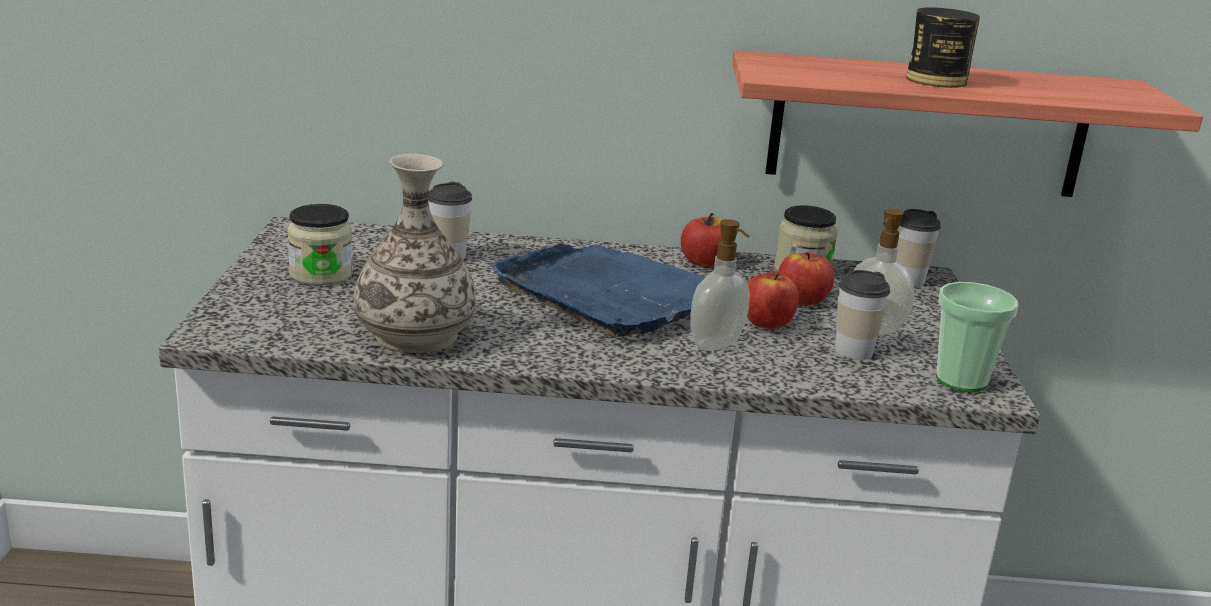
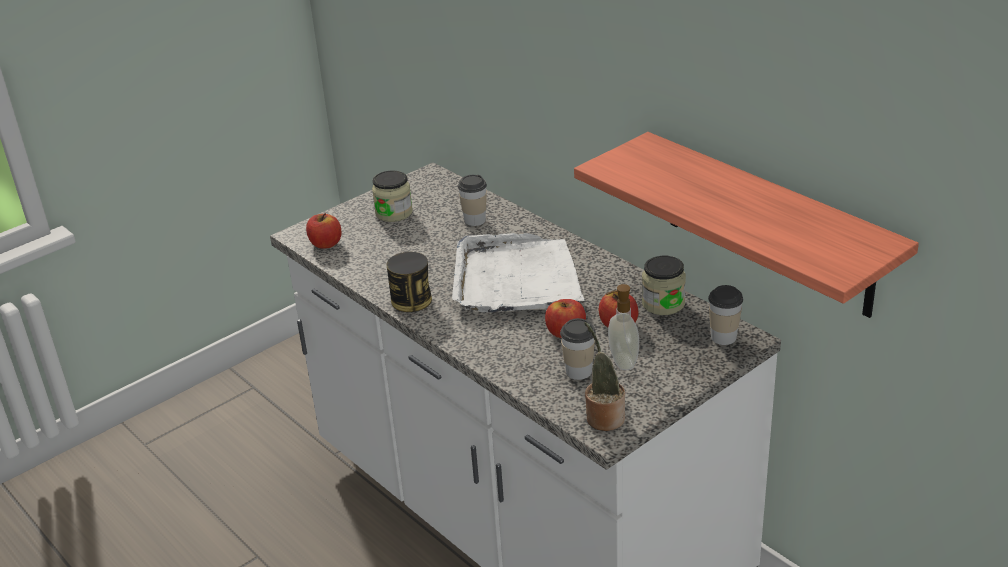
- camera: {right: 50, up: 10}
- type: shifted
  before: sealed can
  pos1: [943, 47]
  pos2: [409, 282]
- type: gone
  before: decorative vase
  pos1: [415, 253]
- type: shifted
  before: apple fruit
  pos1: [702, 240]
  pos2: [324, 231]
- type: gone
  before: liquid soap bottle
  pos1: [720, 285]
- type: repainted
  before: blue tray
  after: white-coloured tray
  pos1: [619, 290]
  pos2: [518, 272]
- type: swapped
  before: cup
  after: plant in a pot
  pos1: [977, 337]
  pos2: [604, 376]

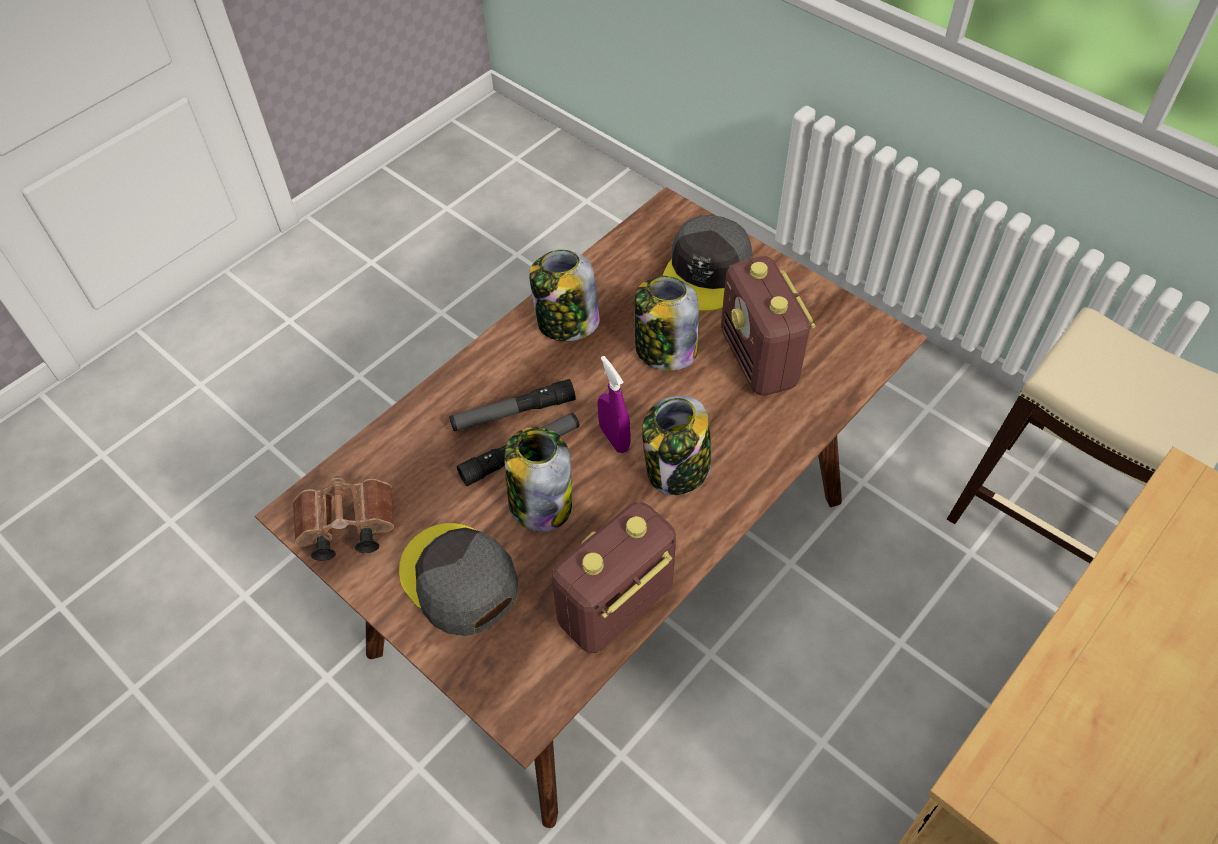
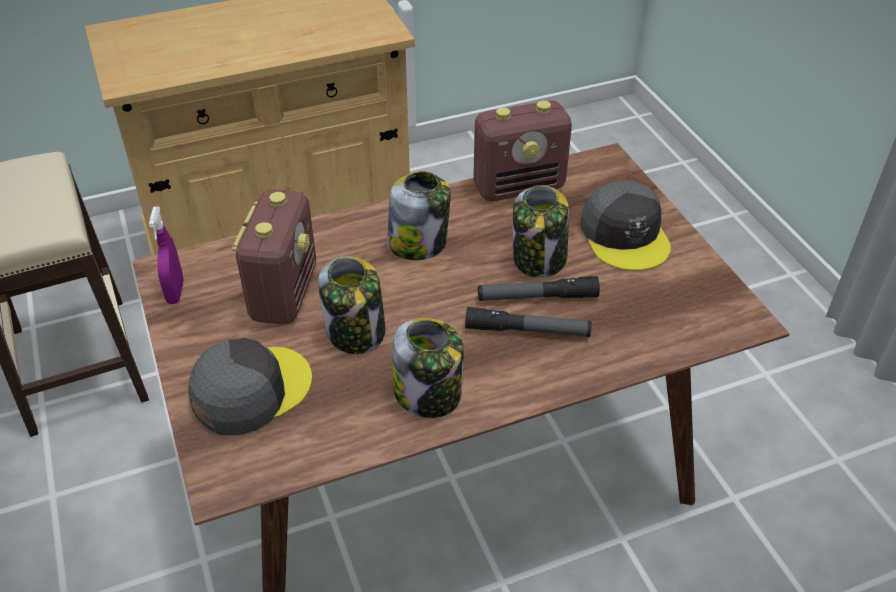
- camera: {right: -155, up: -10}
- type: shifted
  before: purple spray bottle
  pos1: [614, 404]
  pos2: [166, 255]
- type: gone
  before: brown pair of binoculars
  pos1: [343, 518]

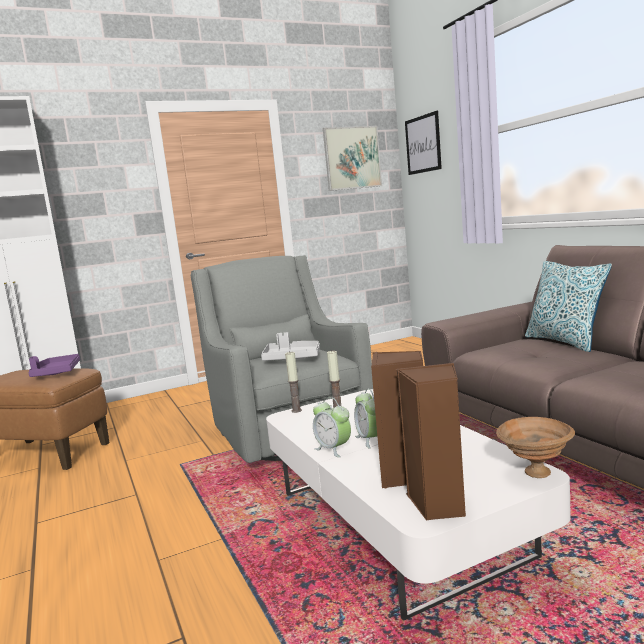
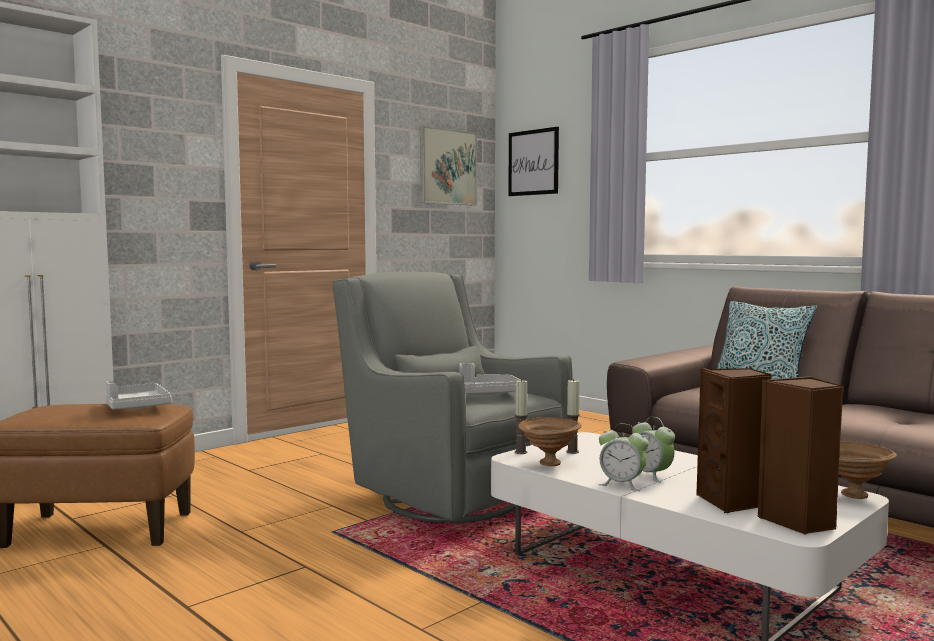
- camera: {right: -20, up: -5}
- type: repainted
  before: purple tray
  after: gray tray
  pos1: [54, 365]
  pos2: [139, 395]
- type: new
  after: brown deep dish
  pos2: [550, 441]

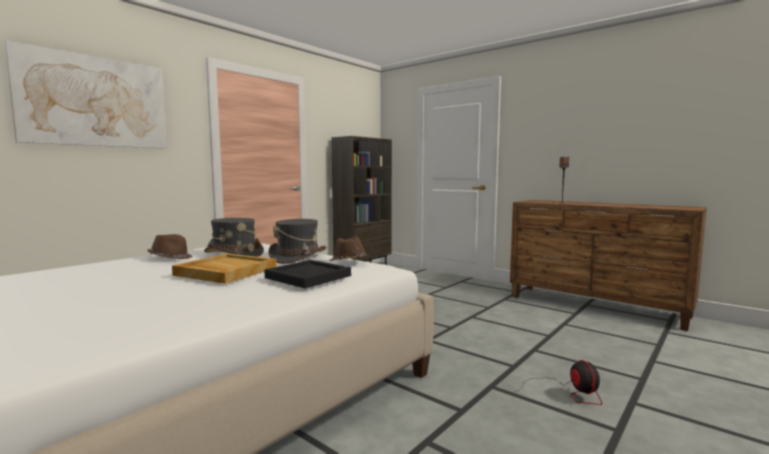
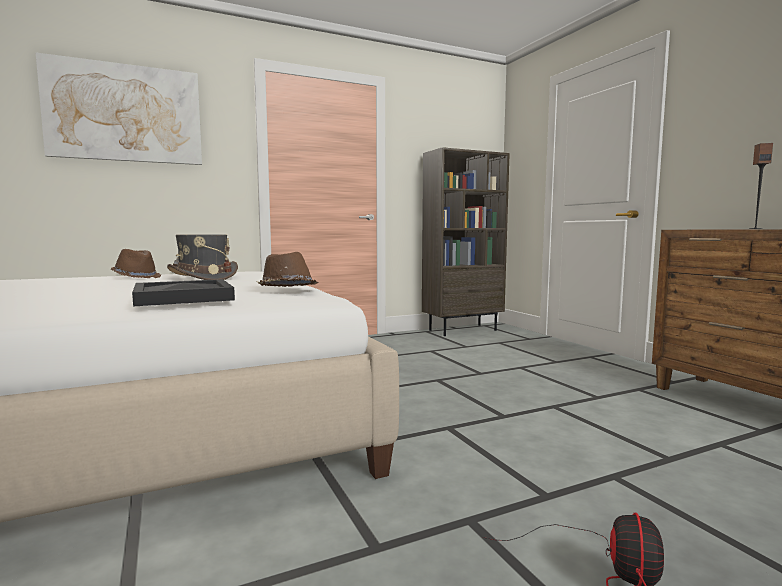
- camera: {right: 25, up: 0}
- type: gone
  before: gray hat
  pos1: [297, 241]
- type: gone
  before: sand-coloured tray
  pos1: [224, 268]

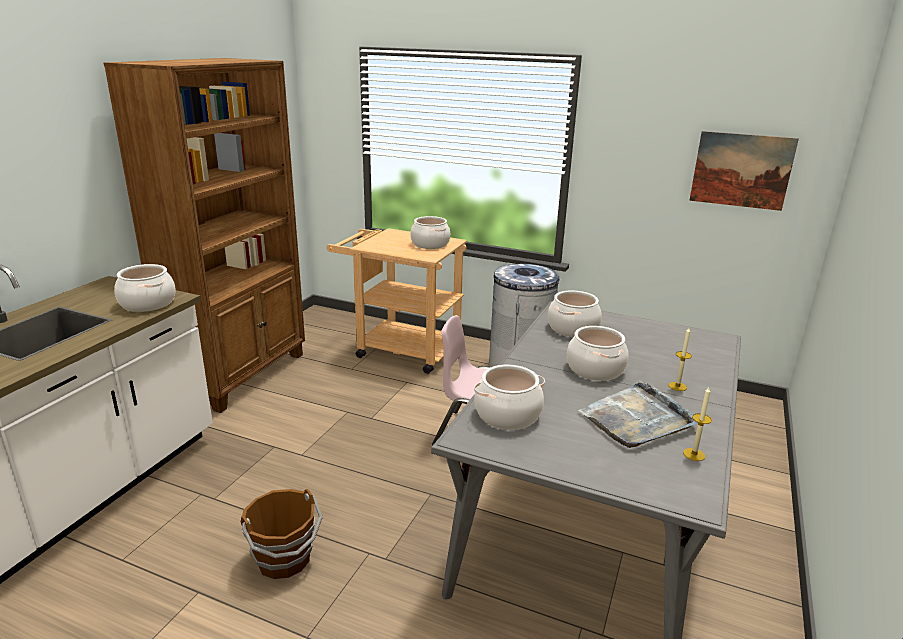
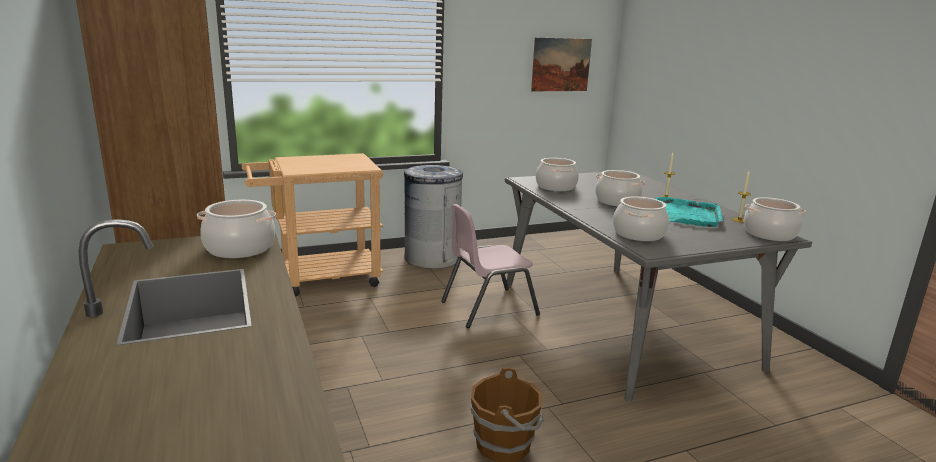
- camera: {right: -45, up: -5}
- type: shifted
  before: saucepot
  pos1: [430, 232]
  pos2: [775, 219]
- type: repainted
  before: gray tray
  after: turquoise-coloured tray
  pos1: [638, 414]
  pos2: [689, 212]

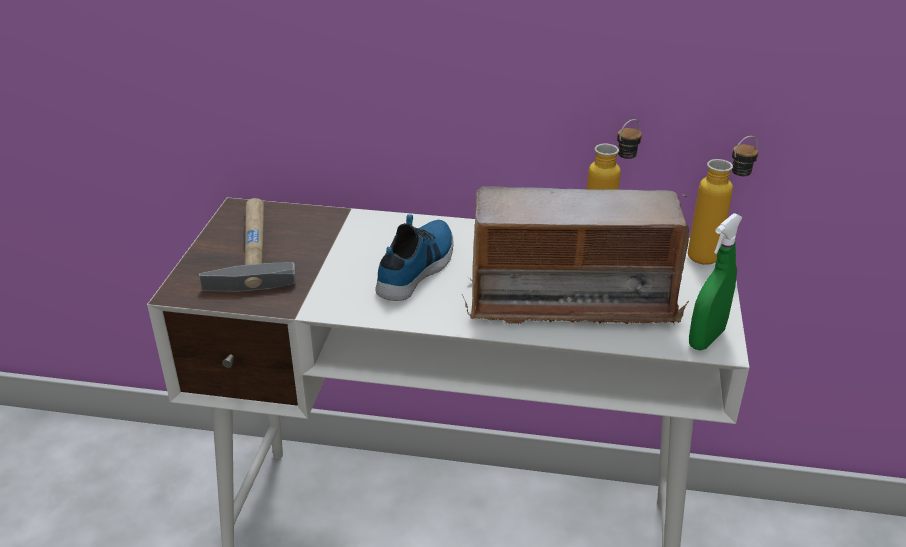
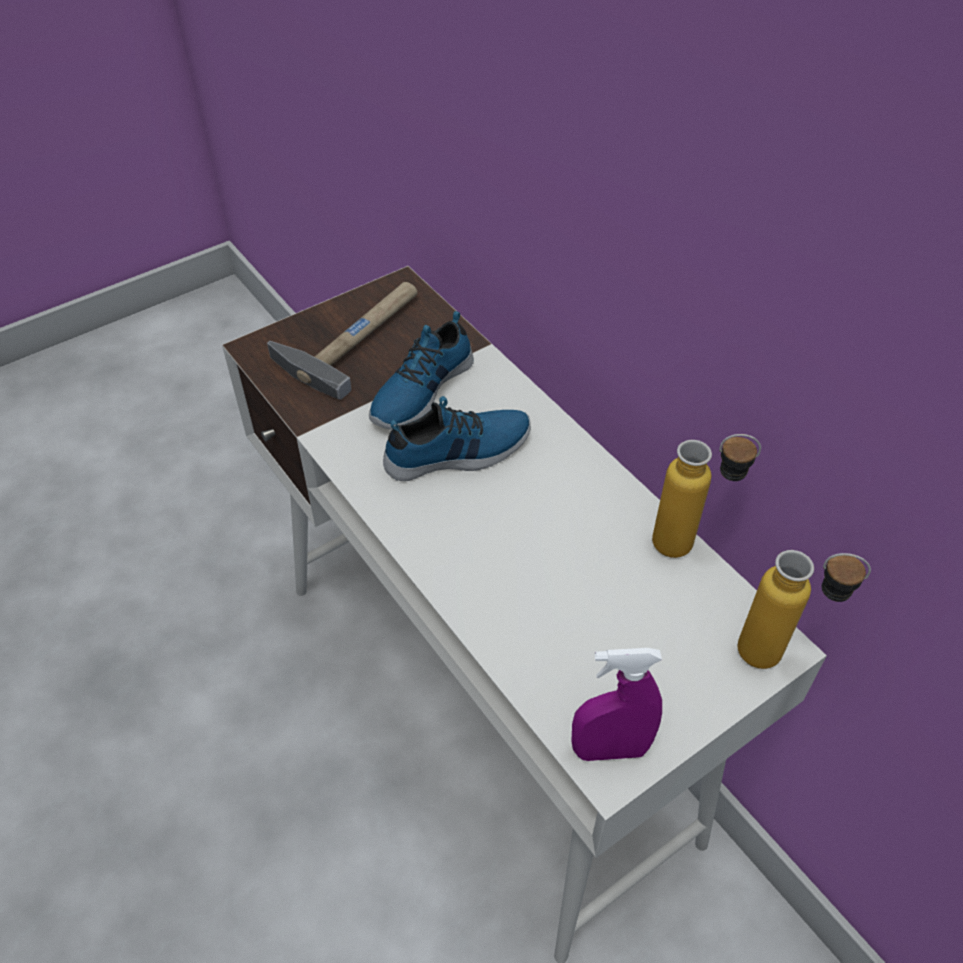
- camera: {right: 45, up: 15}
- type: gone
  before: radio
  pos1: [575, 255]
- type: repainted
  before: green spray bottle
  after: purple spray bottle
  pos1: [716, 281]
  pos2: [617, 704]
- type: new
  after: item of footwear
  pos2: [421, 370]

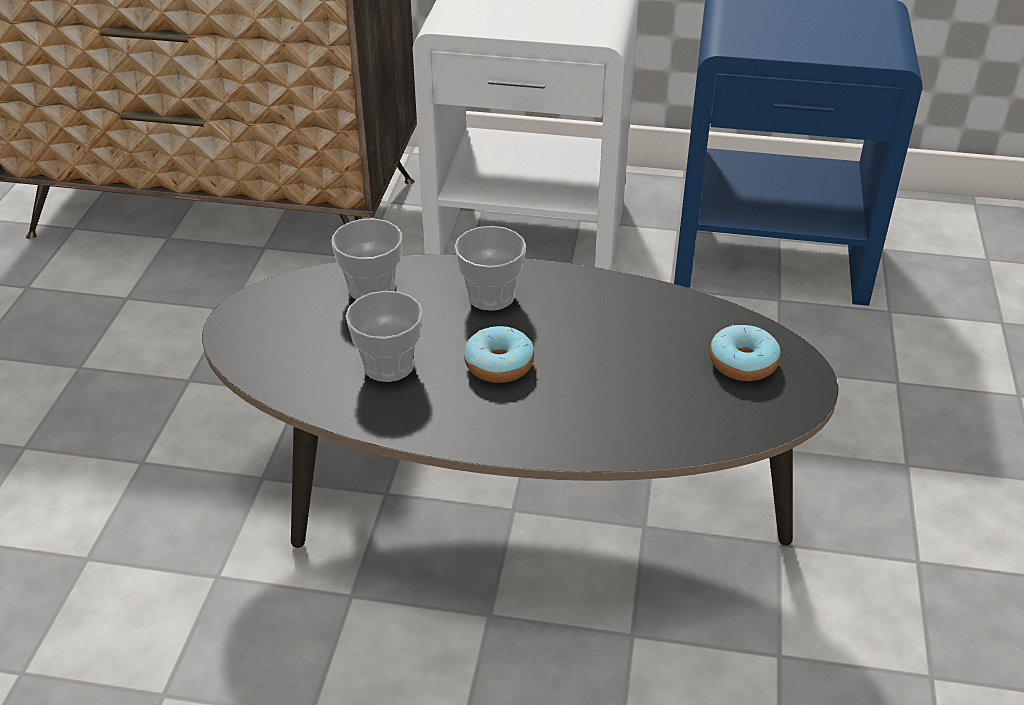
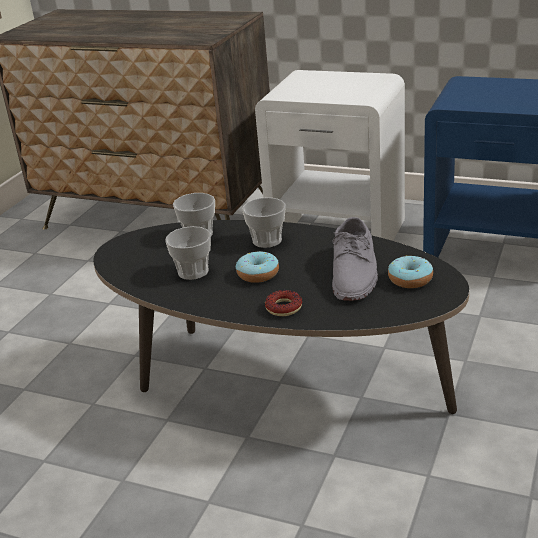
- camera: {right: 15, up: -10}
- type: new
  after: gray item of footwear
  pos2: [355, 259]
- type: new
  after: doughnut
  pos2: [283, 303]

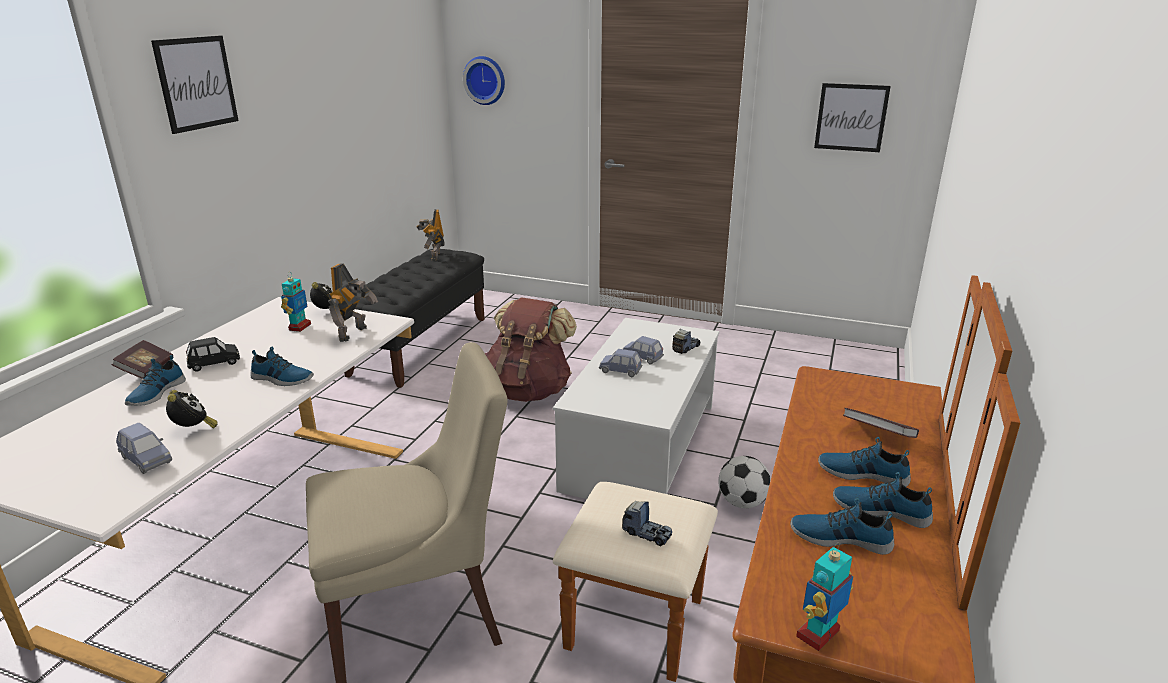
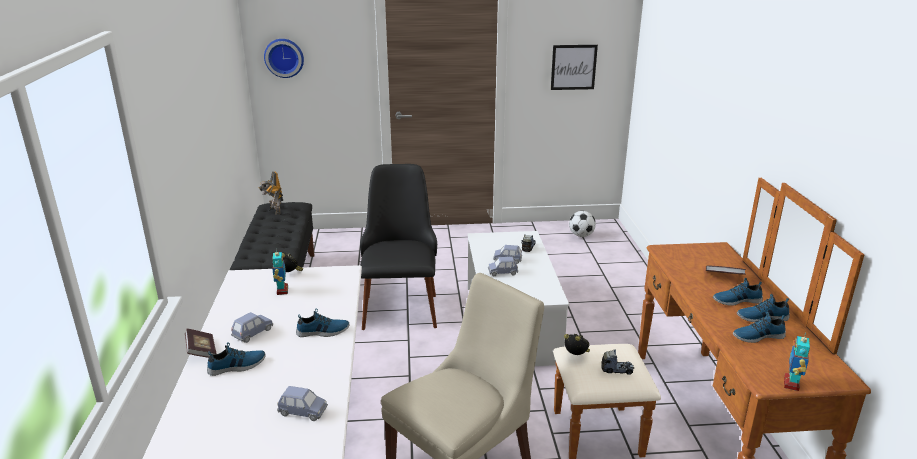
- camera: {right: -25, up: 0}
- type: gone
  before: picture
  pos1: [195, 84]
- type: gone
  before: robot figure
  pos1: [353, 302]
- type: swapped
  before: brown backpack
  after: blackish chair
  pos1: [531, 349]
  pos2: [398, 247]
- type: repainted
  before: blackish miniature car
  after: blue miniature car
  pos1: [213, 354]
  pos2: [252, 327]
- type: rotated
  before: item of footwear
  pos1: [155, 380]
  pos2: [236, 359]
  turn: -105
- type: shifted
  before: bedside clock
  pos1: [191, 409]
  pos2: [577, 344]
- type: shifted
  before: ball for football
  pos1: [745, 482]
  pos2: [582, 224]

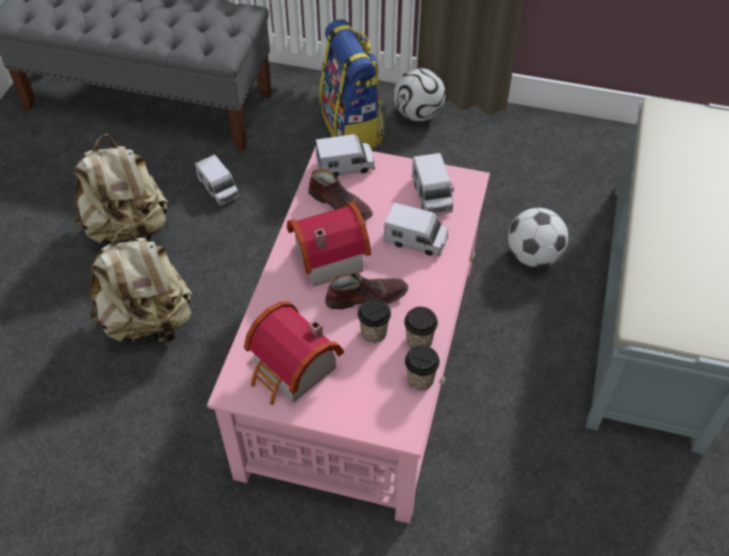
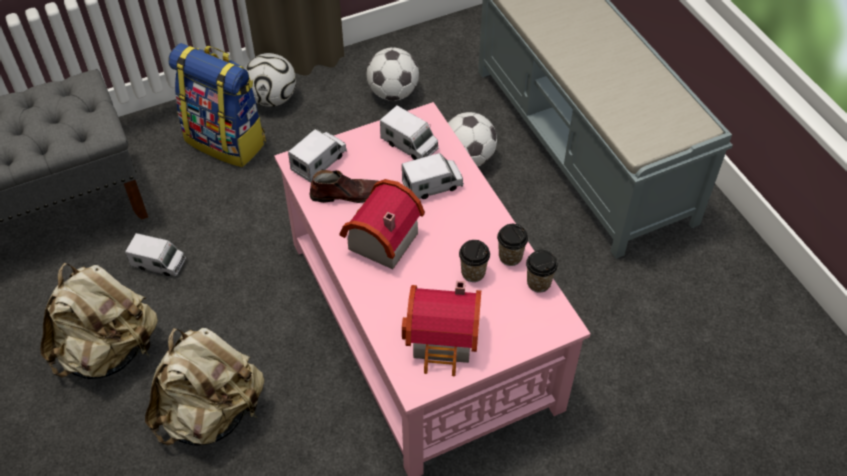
- camera: {right: -40, up: 0}
- type: gone
  before: brown item of footwear
  pos1: [366, 291]
- type: new
  after: ball for football
  pos2: [393, 74]

